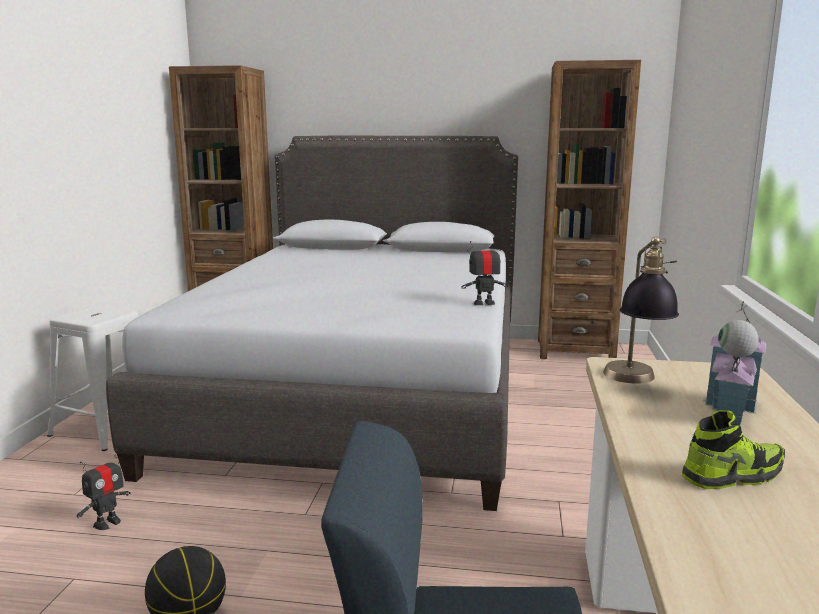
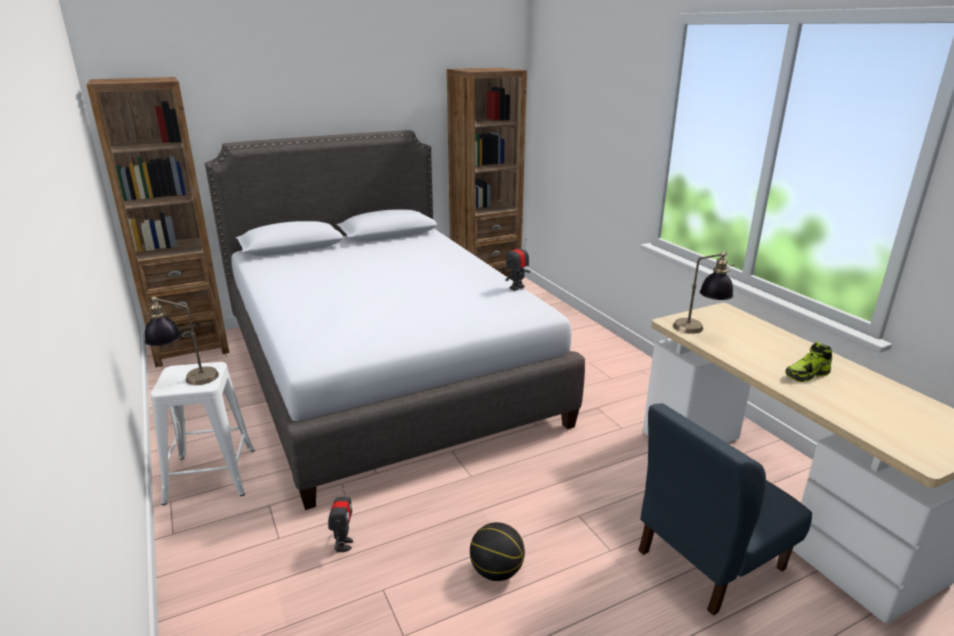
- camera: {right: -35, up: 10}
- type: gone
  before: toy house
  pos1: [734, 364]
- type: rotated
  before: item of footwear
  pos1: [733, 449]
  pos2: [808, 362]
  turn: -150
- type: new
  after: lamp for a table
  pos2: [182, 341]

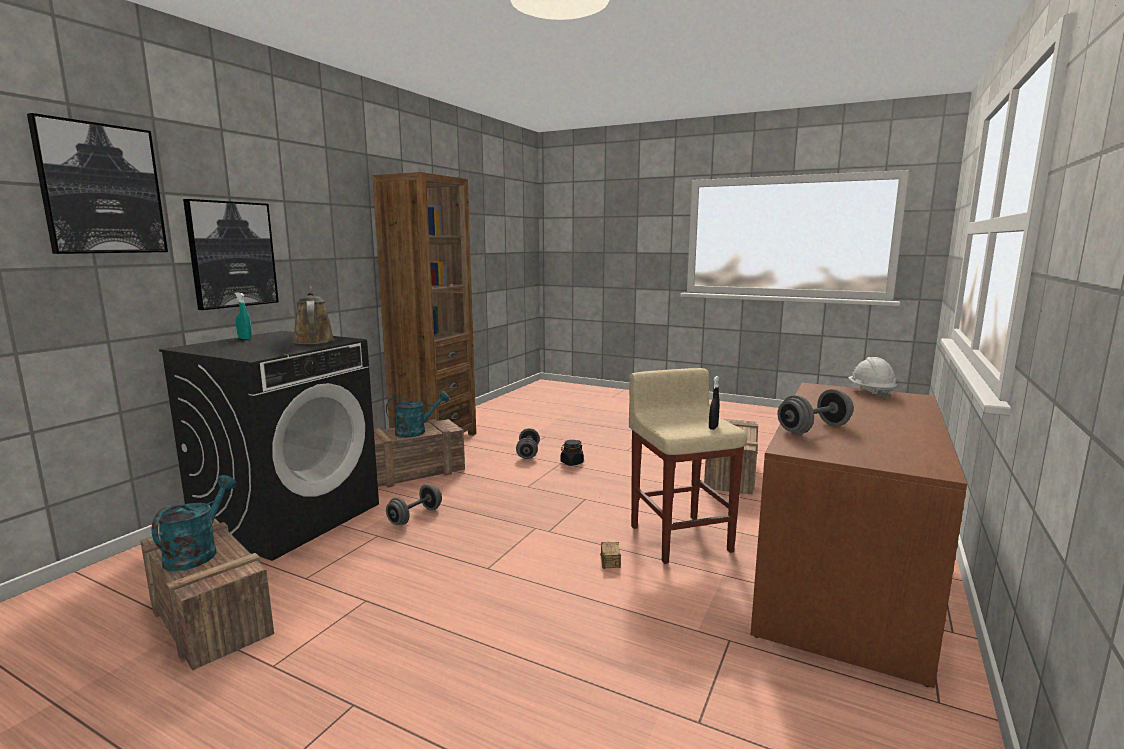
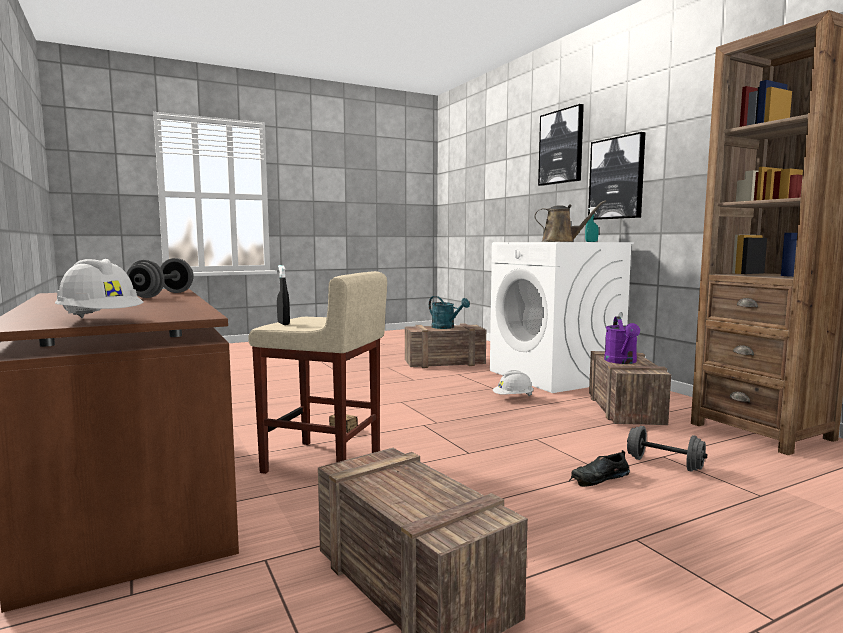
- camera: {right: 125, up: -5}
- type: repainted
  before: blackish laundry appliance
  after: white-coloured laundry appliance
  pos1: [269, 446]
  pos2: [562, 317]
- type: repainted
  before: turquoise-coloured sprinkling can
  after: purple sprinkling can
  pos1: [417, 414]
  pos2: [622, 340]
- type: swapped
  before: blackish preserve jar
  after: blackish item of footwear
  pos1: [572, 453]
  pos2: [599, 468]
- type: swapped
  before: gray hand weight
  after: white-coloured work helmet
  pos1: [414, 504]
  pos2: [513, 383]

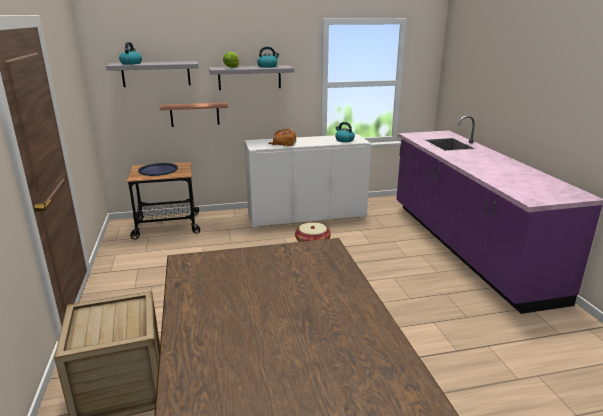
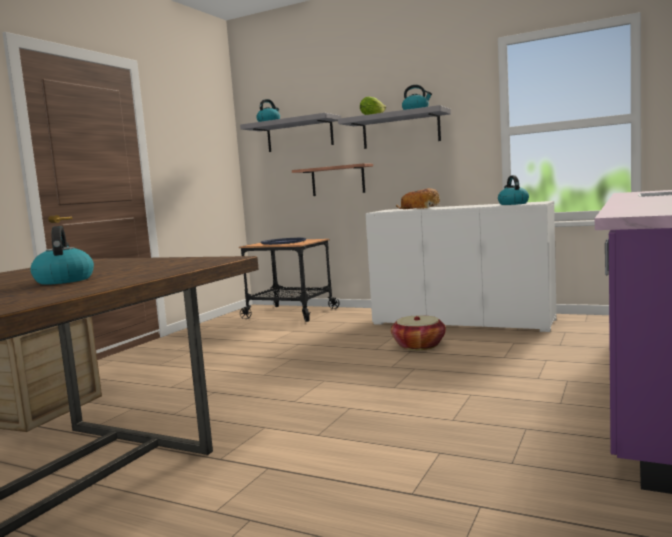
- camera: {right: 40, up: -15}
- type: new
  after: water kettle
  pos2: [62, 255]

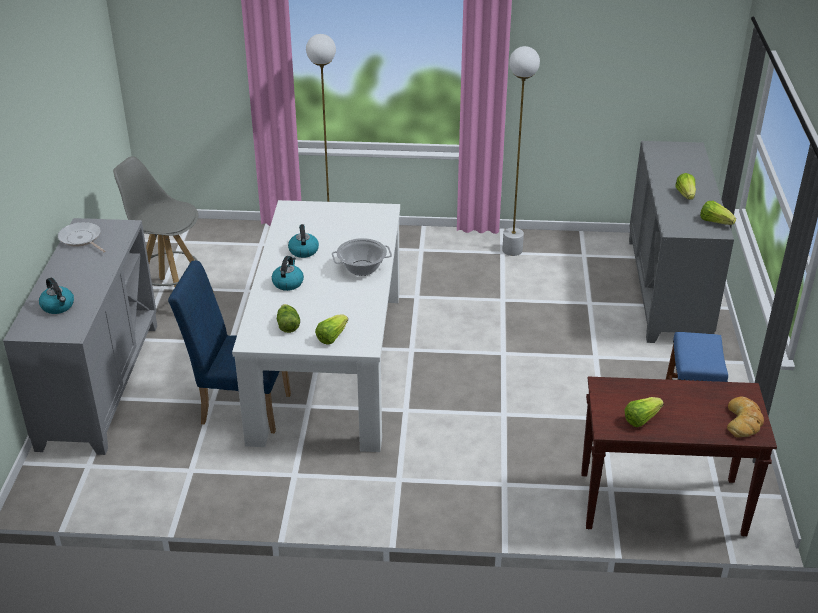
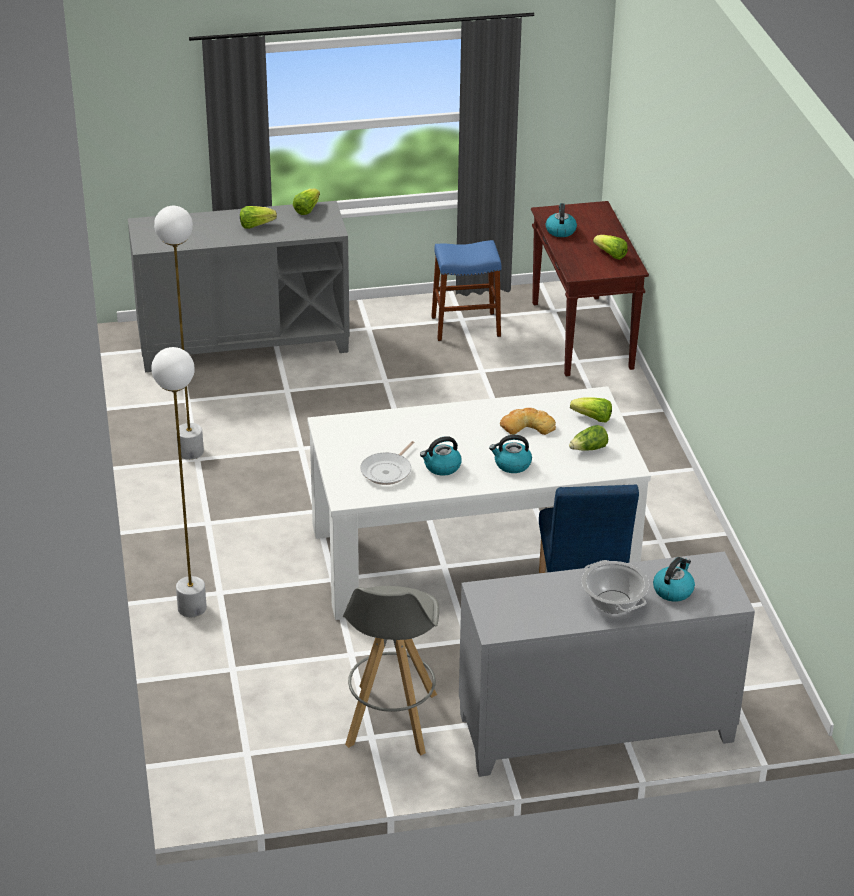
- camera: {right: -105, up: 0}
- type: shifted
  before: frying pan
  pos1: [81, 237]
  pos2: [387, 463]
- type: shifted
  before: saucepot
  pos1: [362, 257]
  pos2: [615, 587]
- type: shifted
  before: baked bread
  pos1: [745, 417]
  pos2: [528, 421]
- type: new
  after: water kettle
  pos2: [561, 220]

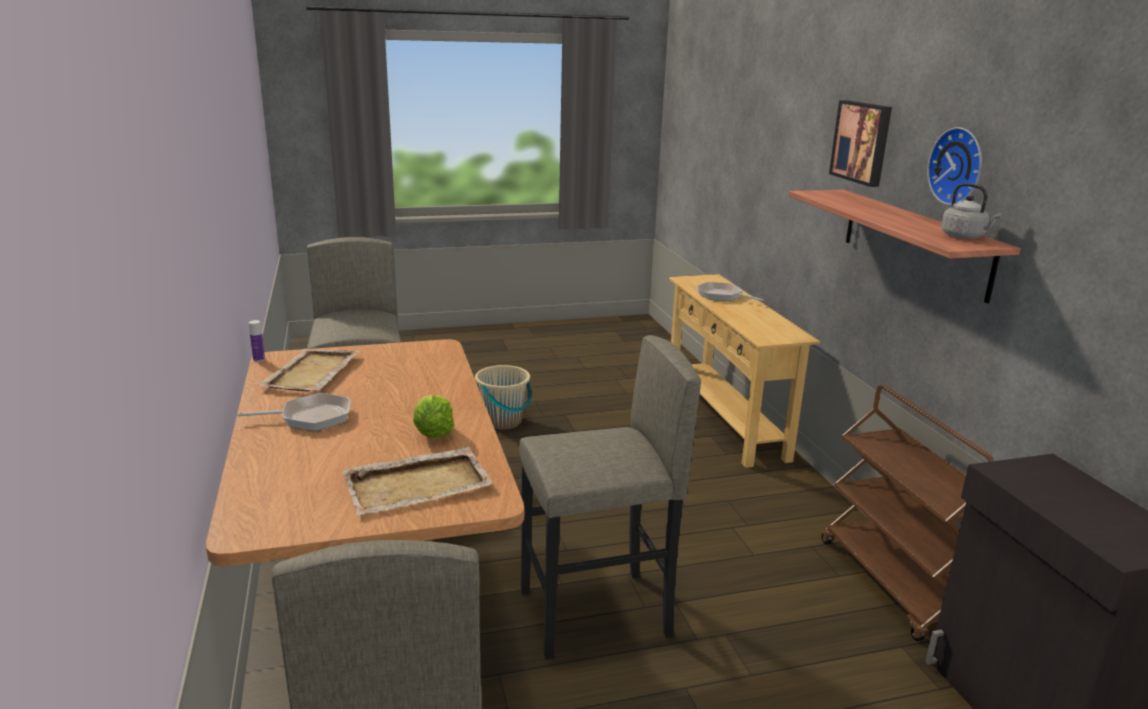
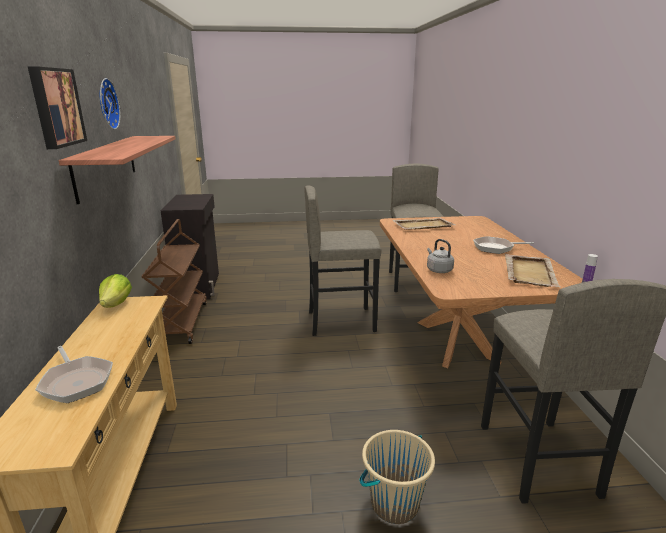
- camera: {right: -170, up: 0}
- type: shifted
  before: gray water kettle
  pos1: [971, 211]
  pos2: [440, 256]
- type: shifted
  before: lettuce head
  pos1: [433, 416]
  pos2: [115, 291]

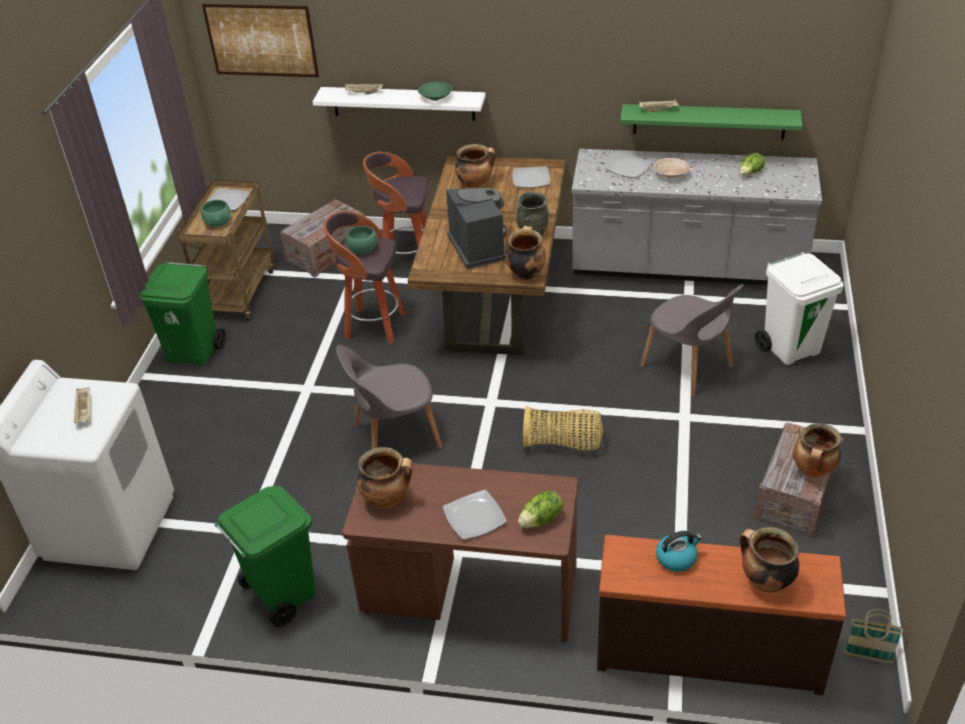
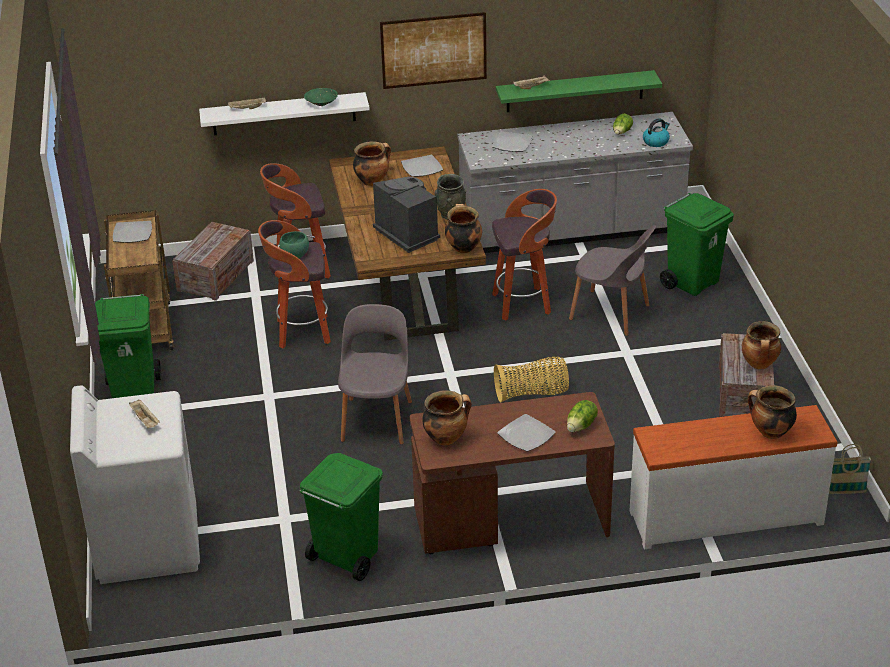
- camera: {right: -20, up: -5}
- type: shifted
  before: picture
  pos1: [260, 40]
  pos2: [433, 50]
- type: gone
  before: sand-coloured deep dish
  pos1: [672, 168]
- type: gone
  before: green deep dish
  pos1: [215, 213]
- type: repainted
  before: white-coloured rubbish bin
  after: green rubbish bin
  pos1: [799, 308]
  pos2: [697, 244]
- type: rotated
  before: gray chair
  pos1: [389, 397]
  pos2: [375, 374]
  turn: 135
- type: shifted
  before: water kettle
  pos1: [679, 551]
  pos2: [656, 132]
- type: repainted
  before: brown dresser
  after: white-coloured dresser
  pos1: [721, 615]
  pos2: [733, 477]
- type: new
  after: stool seat
  pos2: [524, 254]

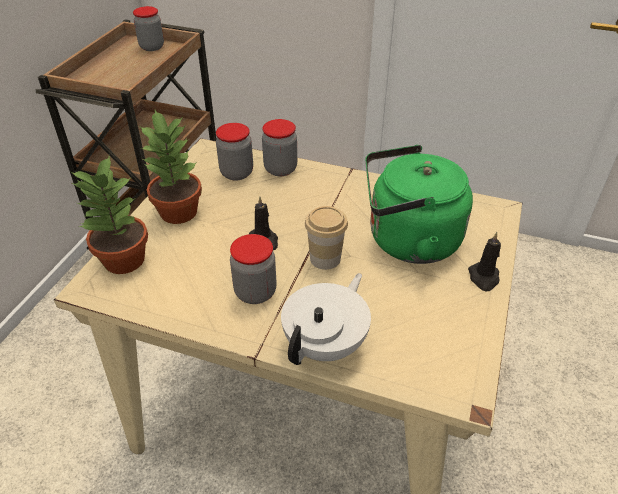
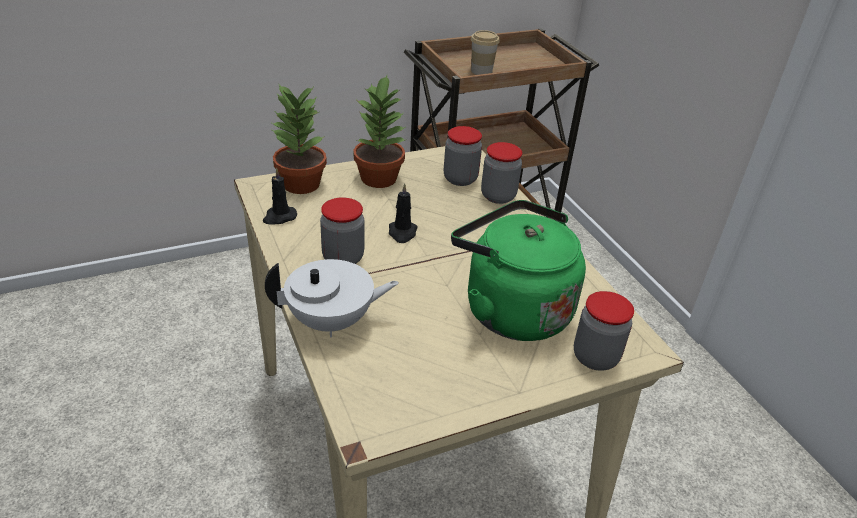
- camera: {right: 45, up: -5}
- type: shifted
  before: preserve jar
  pos1: [148, 28]
  pos2: [604, 331]
- type: shifted
  before: cup
  pos1: [326, 238]
  pos2: [485, 52]
- type: shifted
  before: blackish wax candle
  pos1: [484, 261]
  pos2: [280, 195]

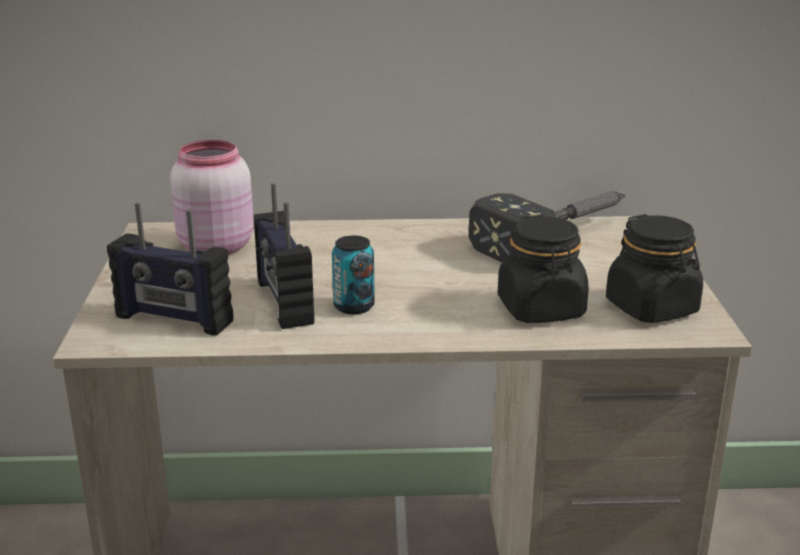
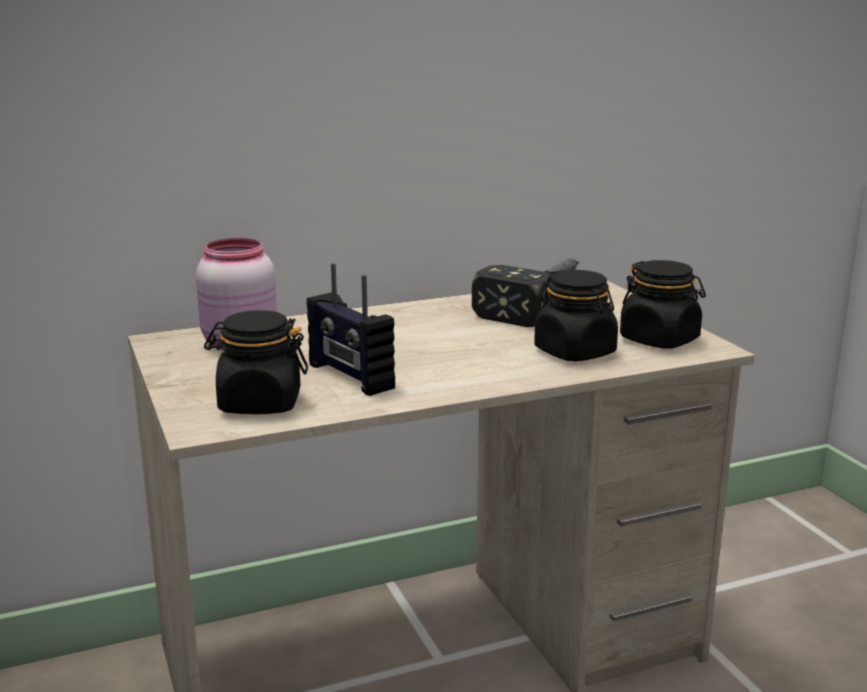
- camera: {right: -20, up: -5}
- type: swapped
  before: radio
  after: blackish preserve jar
  pos1: [170, 269]
  pos2: [256, 362]
- type: gone
  before: sealed can
  pos1: [353, 275]

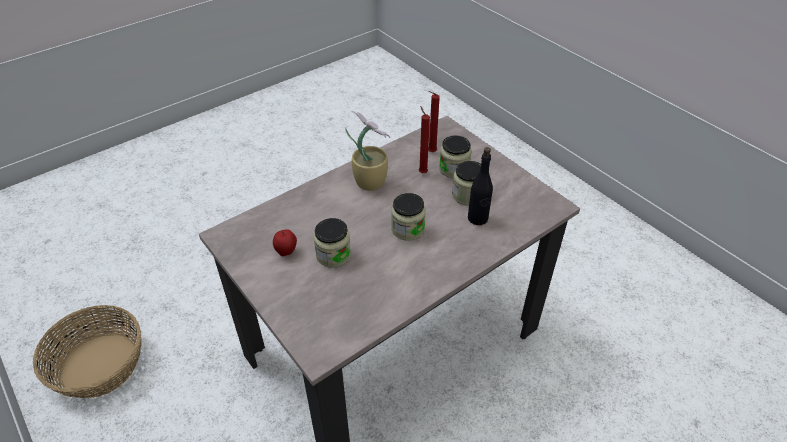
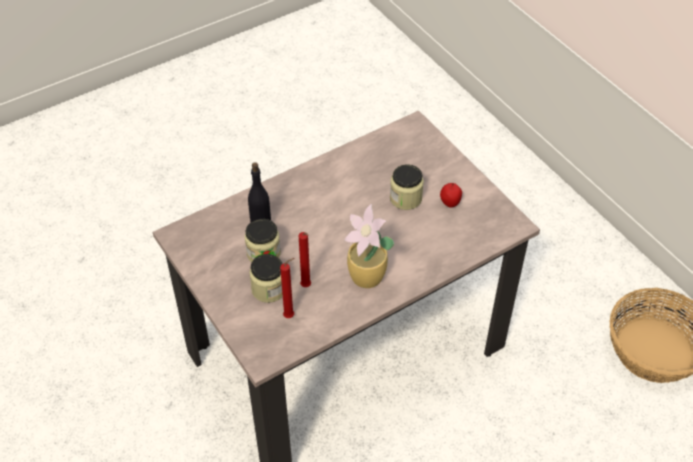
- camera: {right: -175, up: 5}
- type: gone
  before: preserve jar
  pos1: [408, 217]

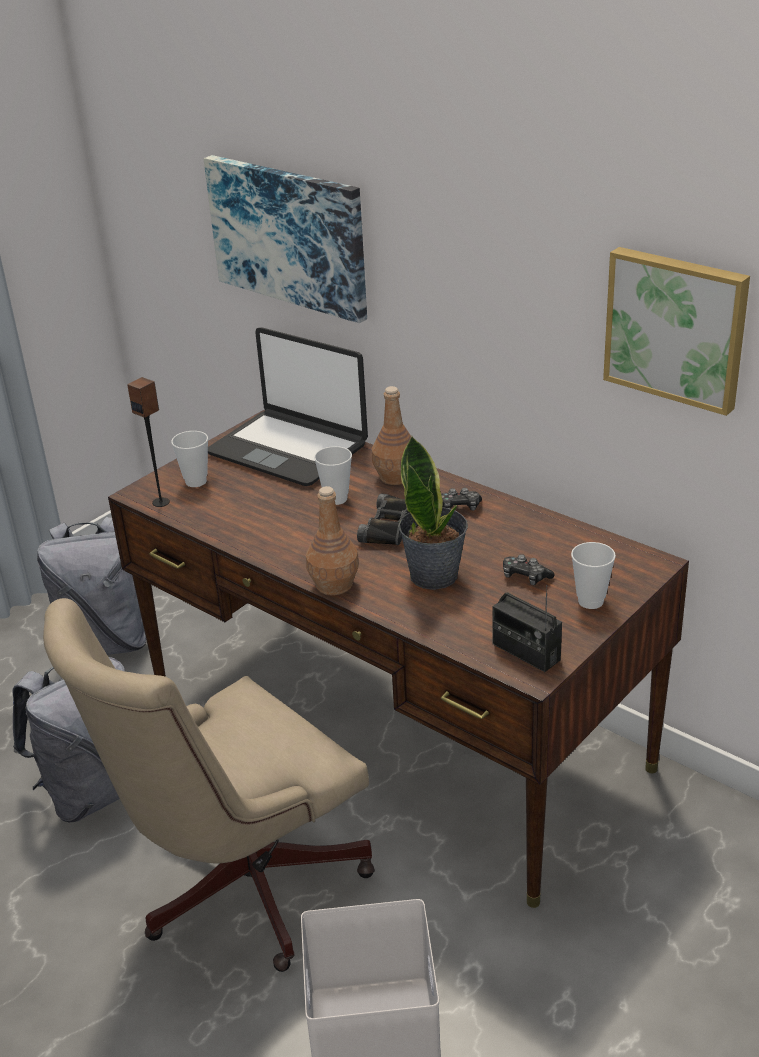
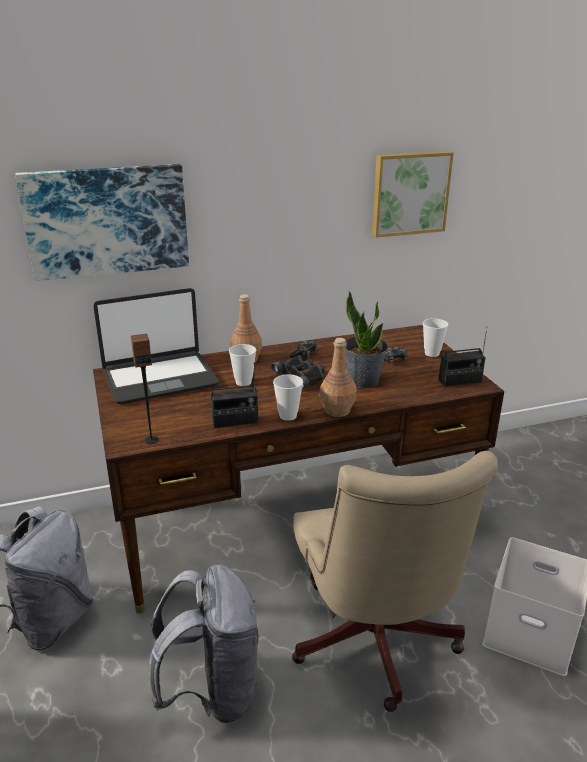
- camera: {right: -60, up: -5}
- type: shifted
  before: cup
  pos1: [189, 459]
  pos2: [288, 397]
- type: new
  after: radio
  pos2: [234, 398]

